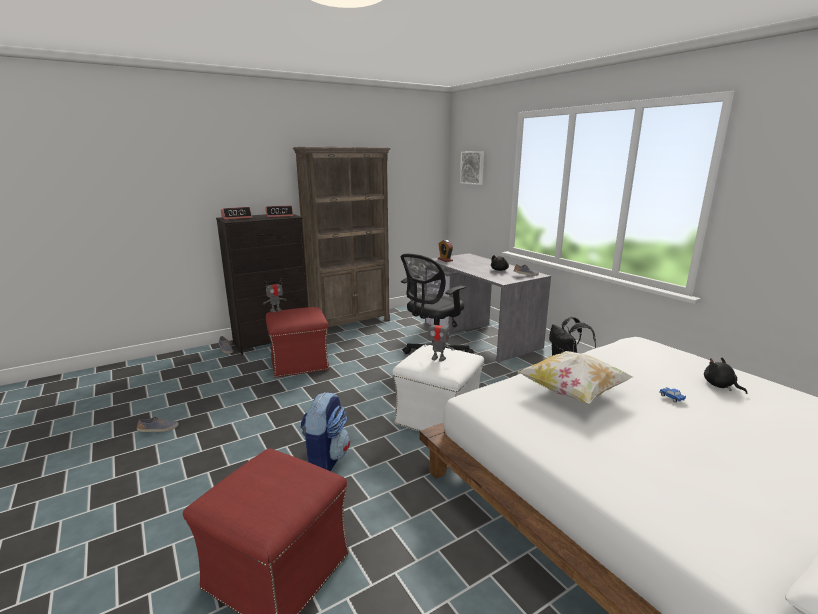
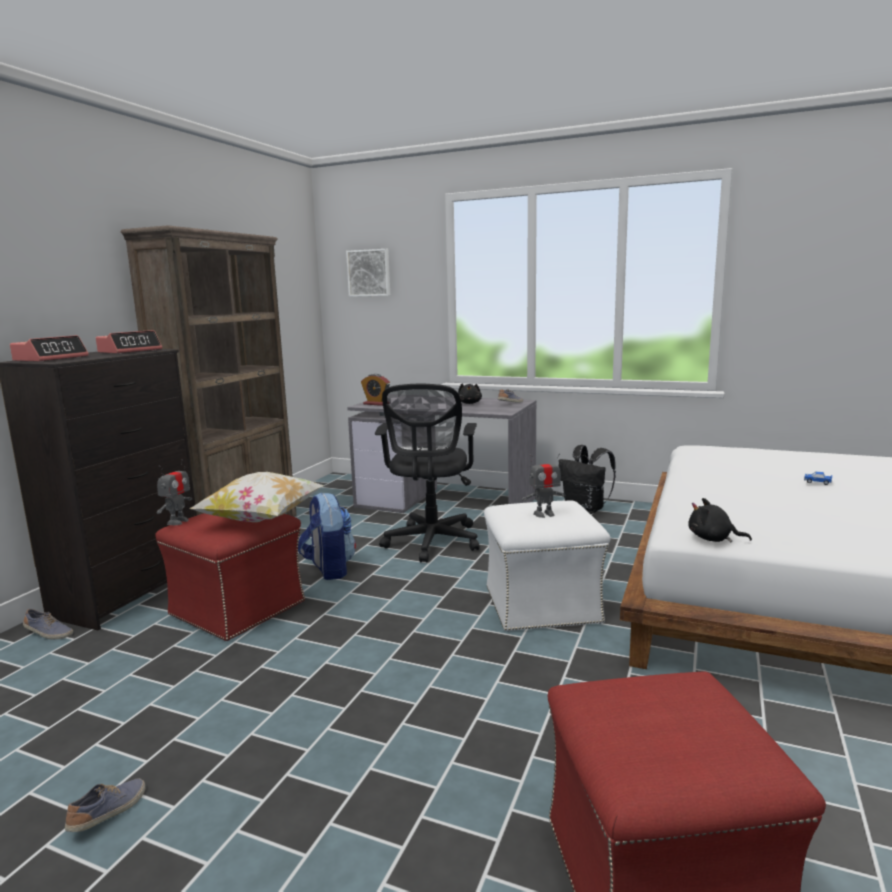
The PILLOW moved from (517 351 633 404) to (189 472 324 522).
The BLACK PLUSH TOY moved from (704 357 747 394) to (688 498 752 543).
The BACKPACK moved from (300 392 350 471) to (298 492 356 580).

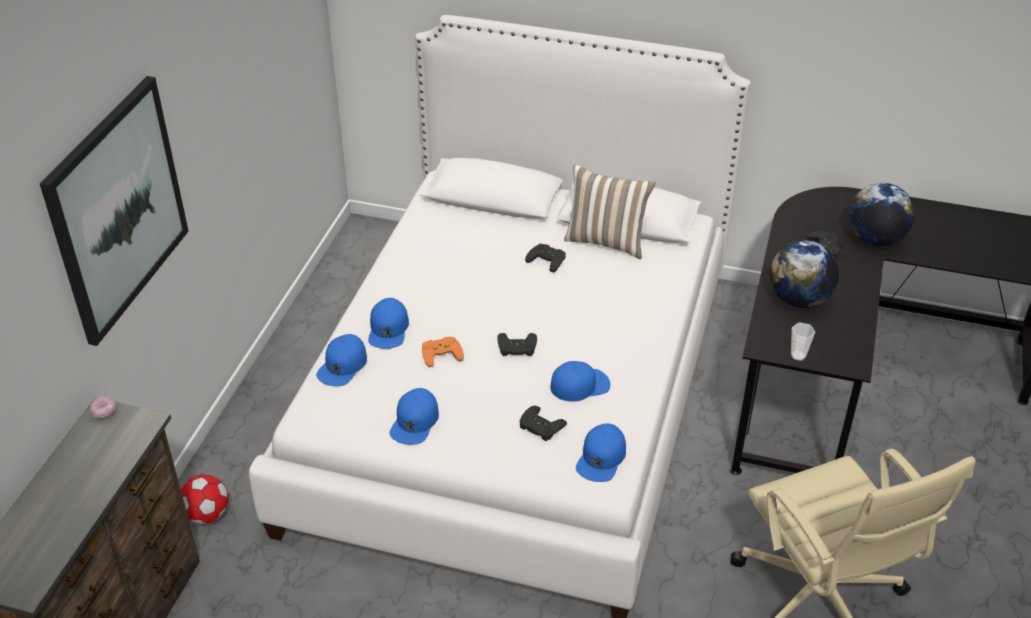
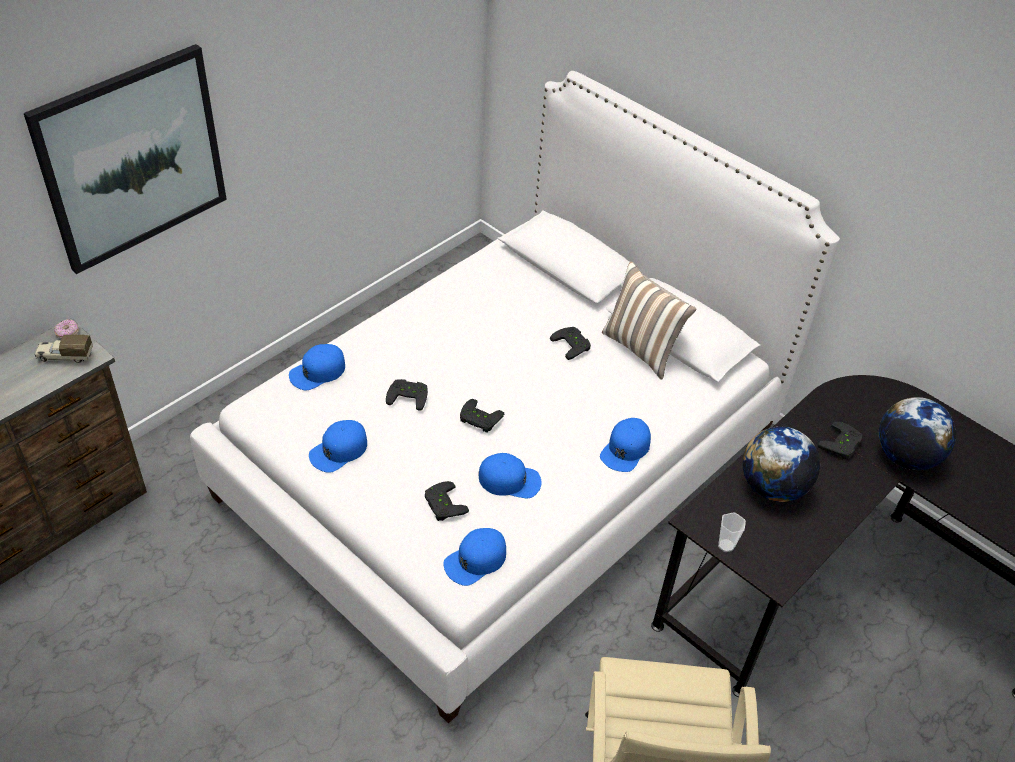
The BLUE CAP moved from (368 298 409 349) to (600 418 651 472).
The ORANGE GAME CONTROLLER at (422 337 464 367) became the BLACK GAME CONTROLLER at (386 379 428 411).
The FOOTBALL at (181 474 228 524) disappeared.
The TOY TRUCK at (34 335 93 363) appeared.

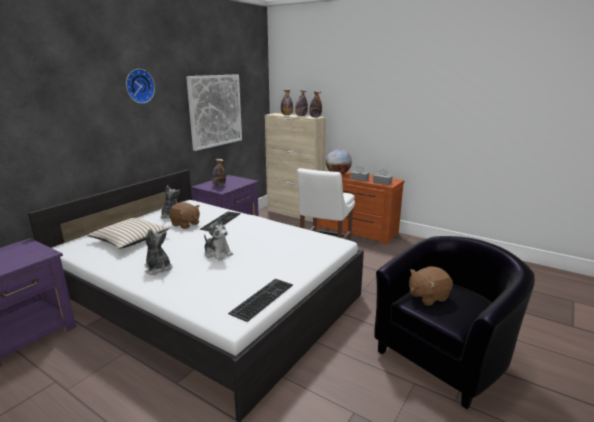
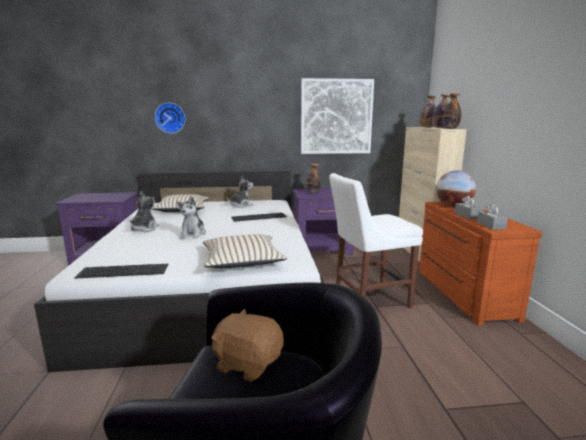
The WALL CLOCK moved from (126 69 155 104) to (155 103 185 133).
The BROWN PLUSH TOY at (169 202 200 229) disappeared.
The BEIGE PILLOW at (203 234 287 268) appeared.

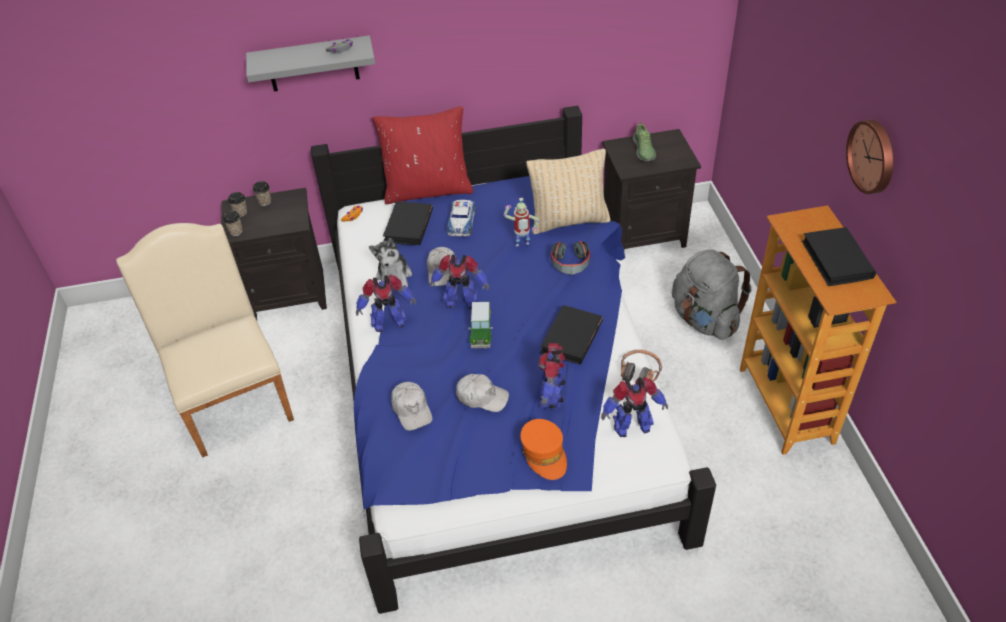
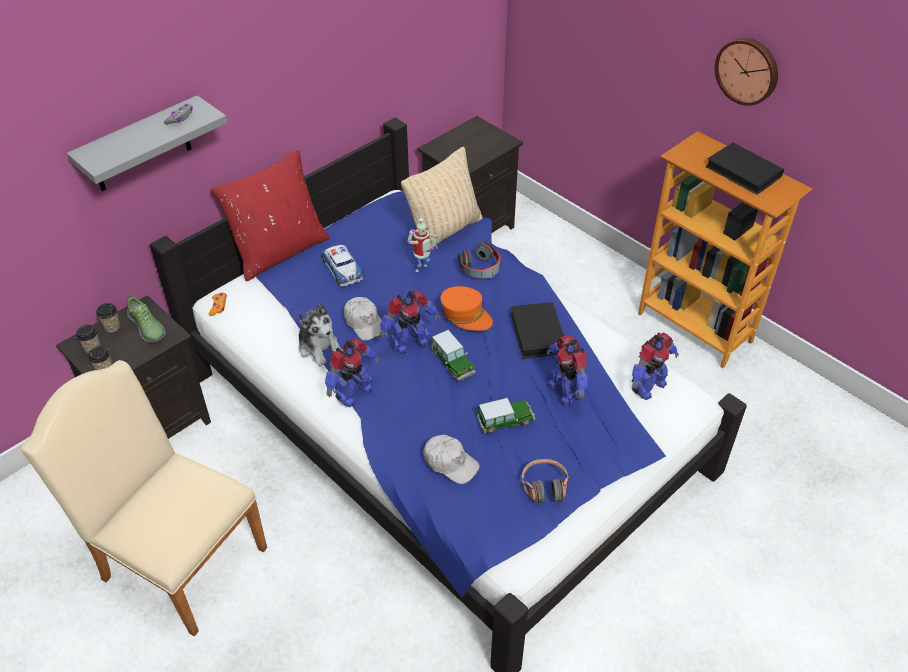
The SHOE moved from (633 122 656 161) to (127 294 165 342).
The BLACK BOOK at (383 201 433 245) disappeared.
The GREY BACKPACK at (672 249 752 340) disappeared.
The HEADPHONES moved from (621 349 662 387) to (521 459 569 504).
The WHITE CAP at (456 374 509 412) was replaced by the TOY CAR at (477 398 536 433).
The ORANGE CAP moved from (520 419 567 480) to (440 286 493 331).

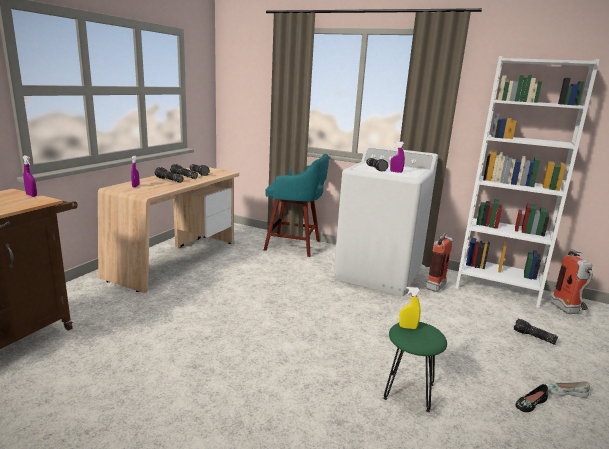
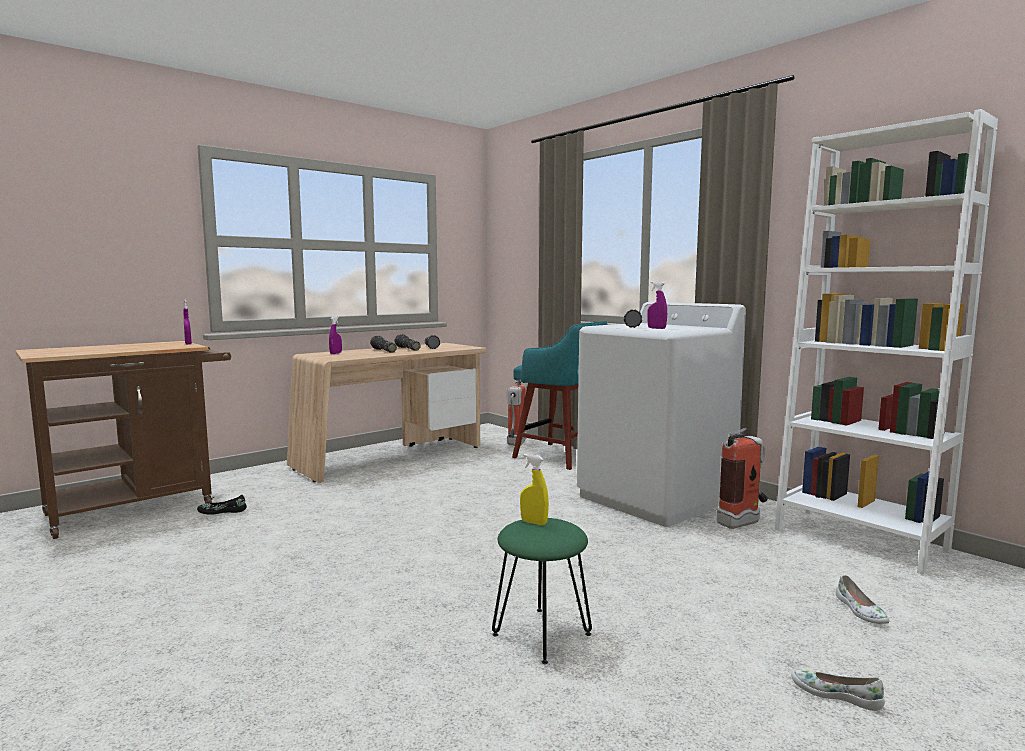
The FIRE EXTINGUISHER moved from (551 249 593 314) to (507 380 527 446).
The FLASHLIGHT at (513 319 558 345) was replaced by the WHITE SHOE at (836 575 890 624).
The BLACK SHOE moved from (516 384 548 412) to (197 495 247 515).

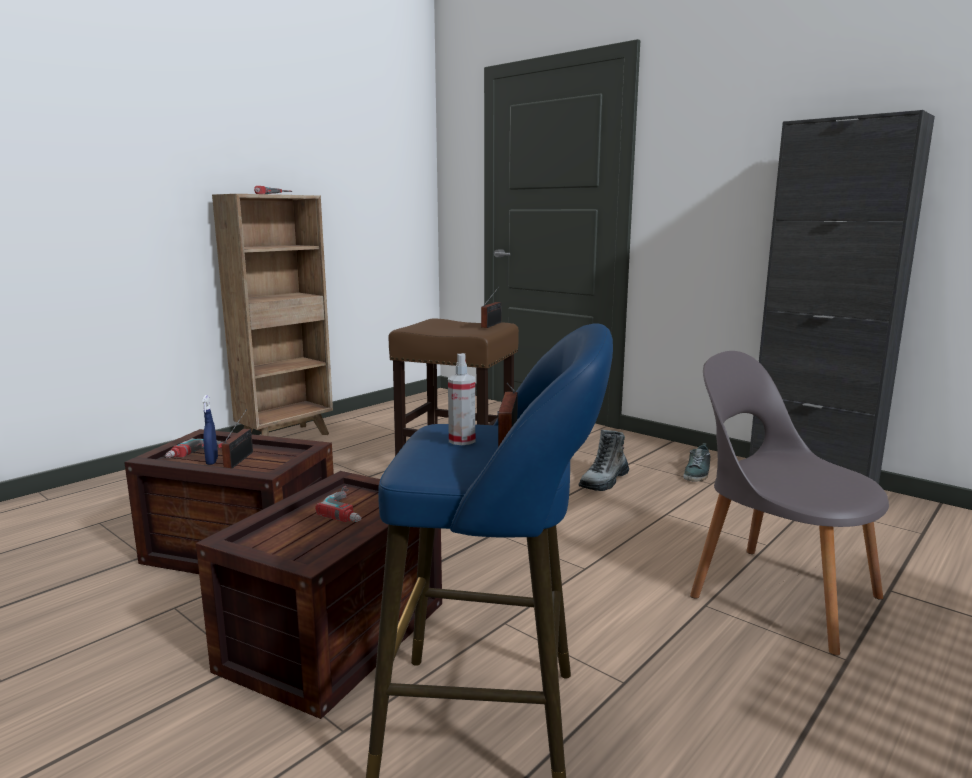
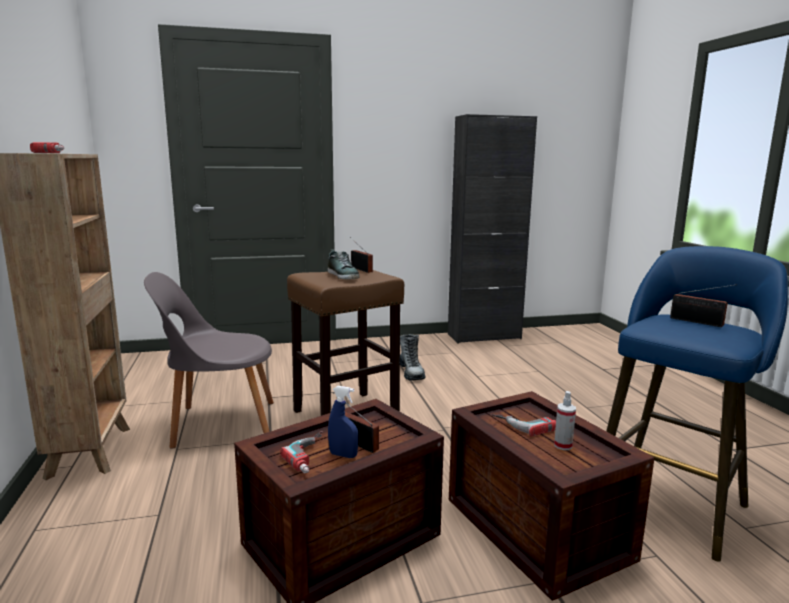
The GREY CHAIR moved from (690 351 889 656) to (144 272 274 449).
The SPRAY BOTTLE moved from (448 353 475 445) to (554 391 576 450).
The SHOE moved from (683 443 711 482) to (328 249 359 279).

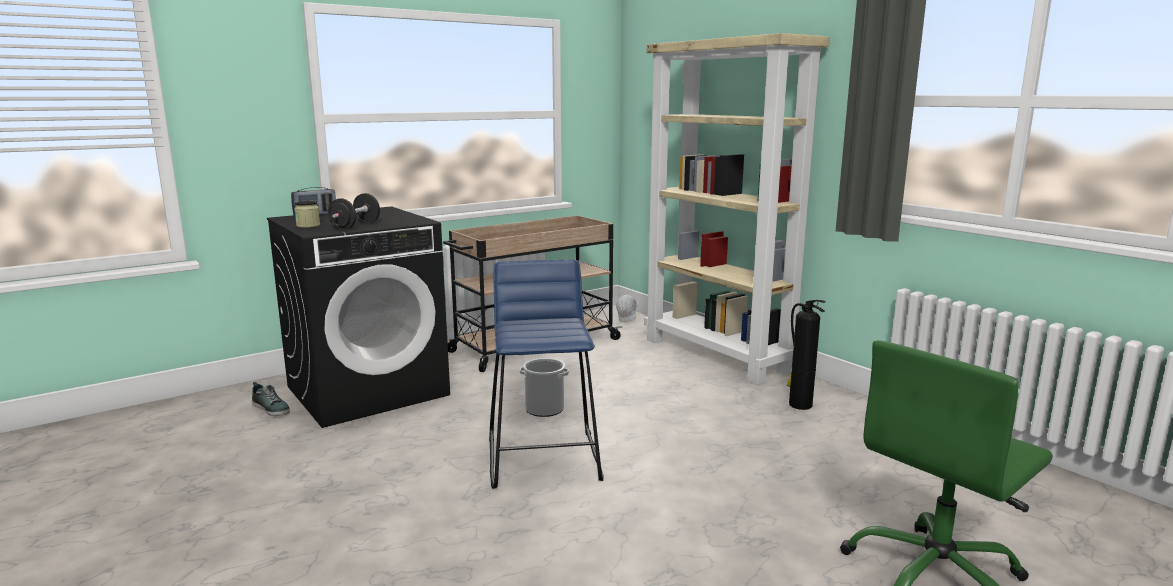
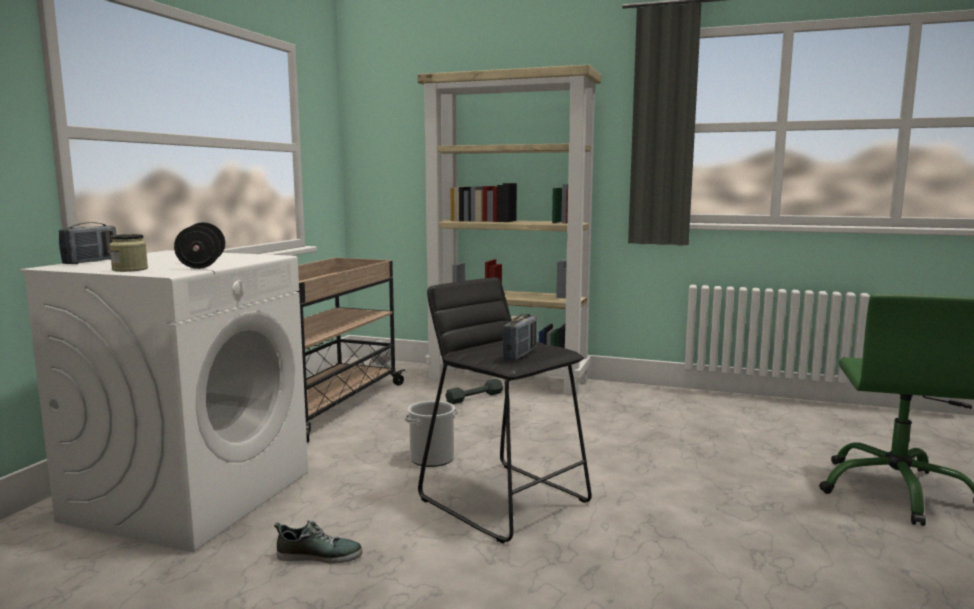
The BLACK WASHING MACHINE at (267 206 450 428) became the WHITE WASHING MACHINE at (19 250 308 552).
The BLUE STOOL at (489 260 604 489) became the BLACK STOOL at (418 277 592 544).
The FIRE EXTINGUISHER at (787 300 826 410) disappeared.
The SHOE moved from (252 382 290 416) to (274 520 363 563).
The RADIO at (502 314 537 360) appeared.
The GREY DUMBBELL at (445 379 503 404) appeared.

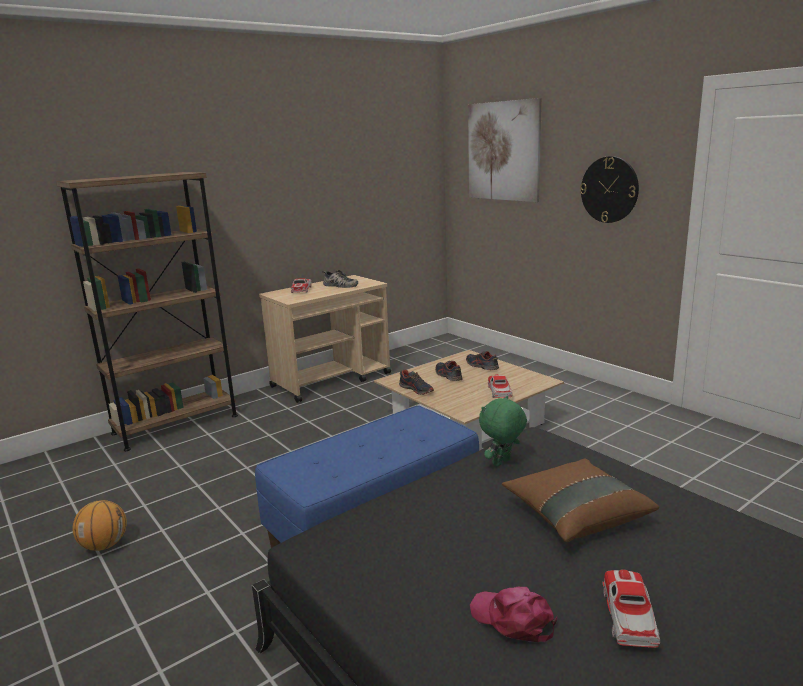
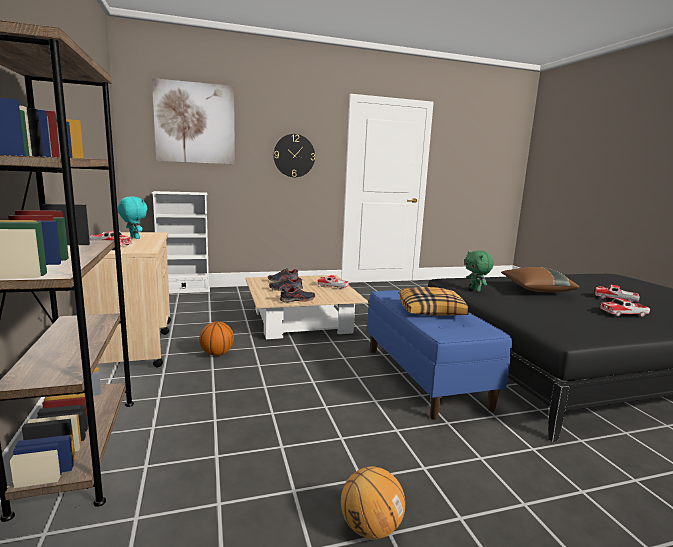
The SHOE at (322 270 358 288) was replaced by the TURQUOISE PLUSH TOY at (118 196 147 239).
The PINK CAP at (470 587 557 642) was replaced by the TOY CAR at (601 298 650 317).
The WHITE BOOKCASE at (152 191 210 294) appeared.
The PILLOW at (399 287 469 316) appeared.
The BASKETBALL at (199 321 234 356) appeared.

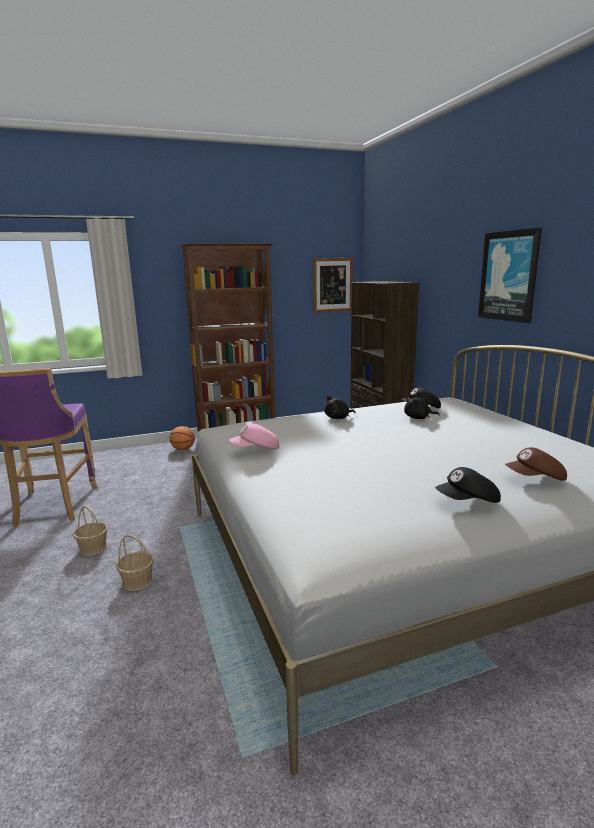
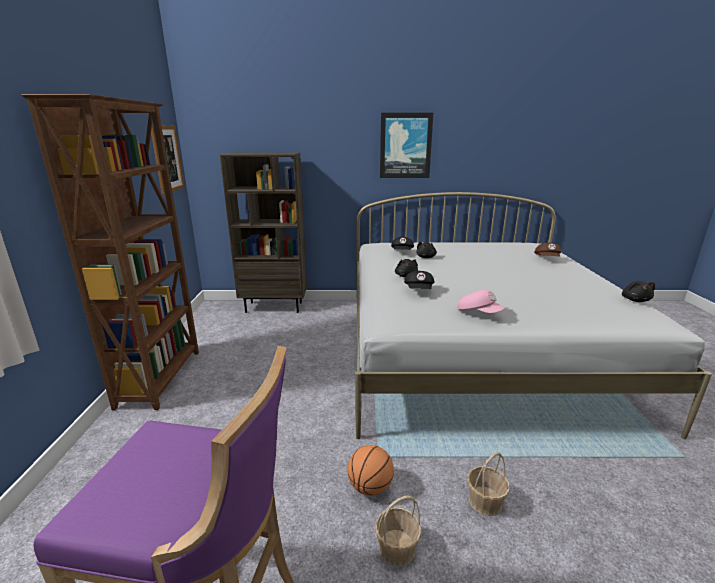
The PINK CAP at (229 423 279 449) turned 45 degrees counterclockwise.
The BASKETBALL moved from (170 426 195 450) to (347 445 394 496).
The BLACK CAP moved from (435 467 501 503) to (404 271 435 289).
The BLACK PLUSH TOY at (622 281 655 302) appeared.

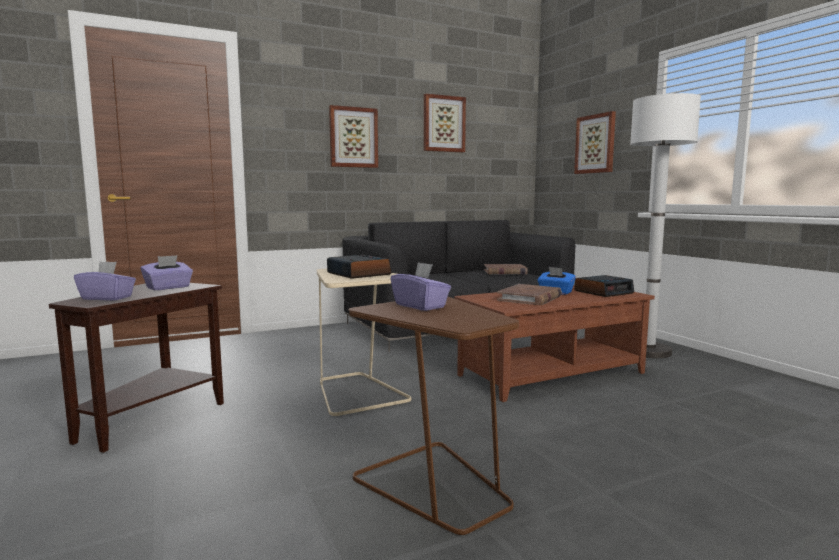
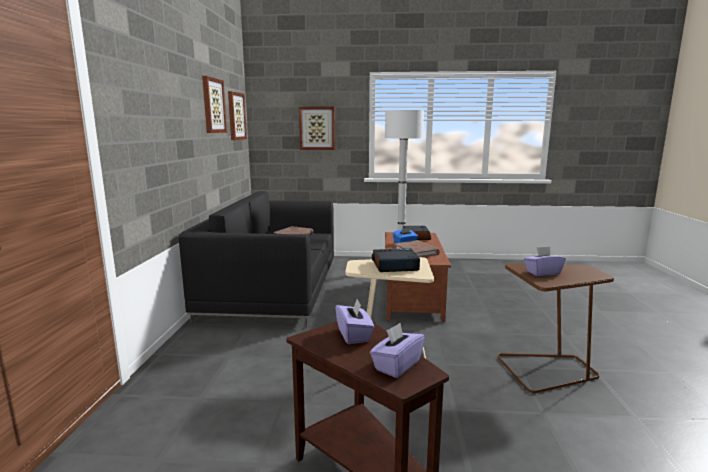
The PICTURE moved from (329 105 378 168) to (228 91 247 140).

